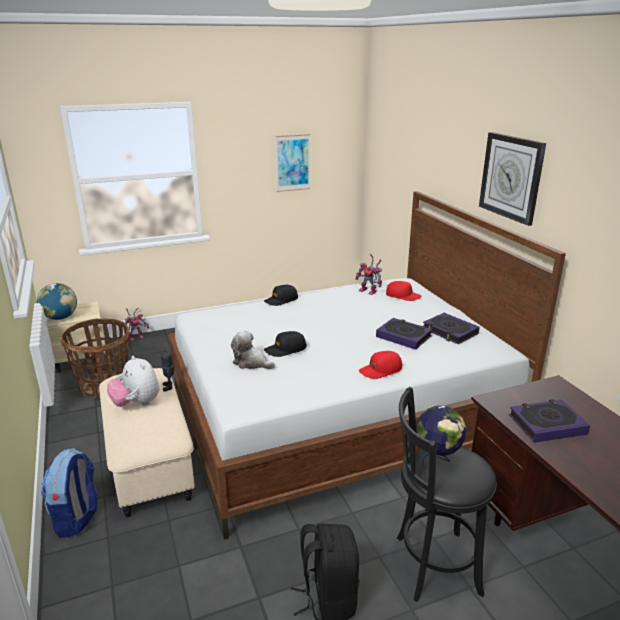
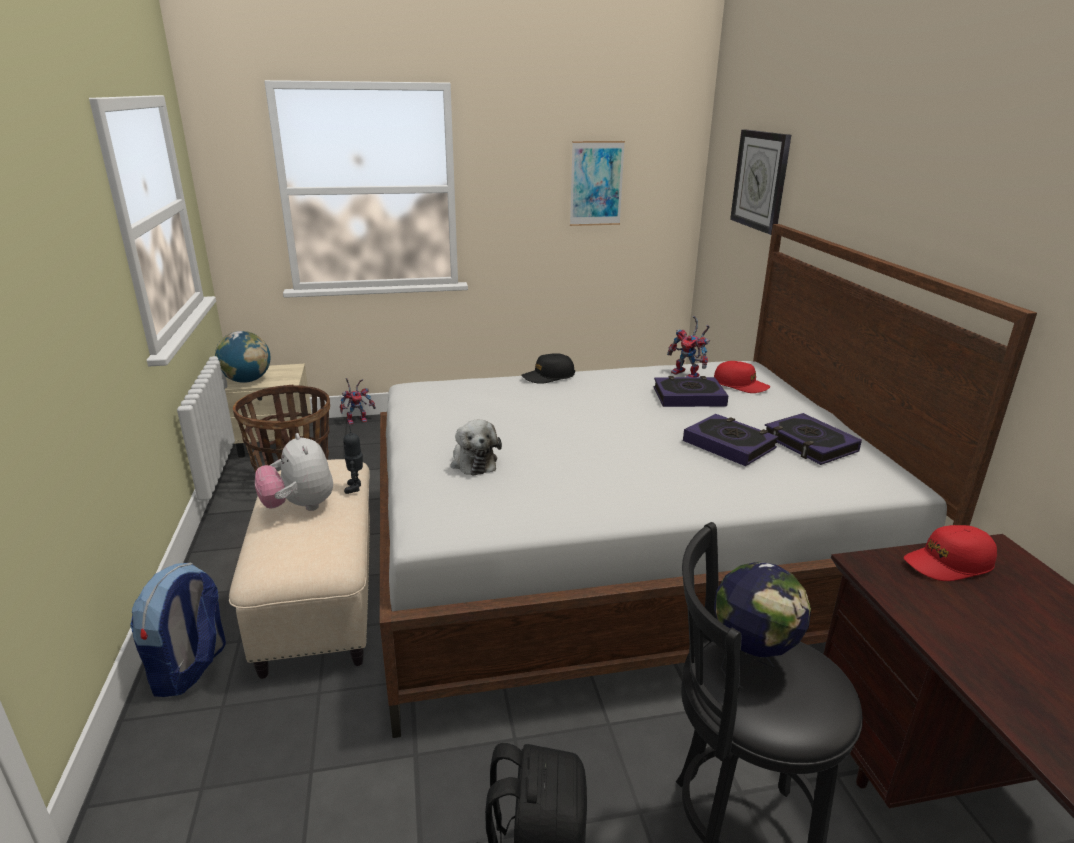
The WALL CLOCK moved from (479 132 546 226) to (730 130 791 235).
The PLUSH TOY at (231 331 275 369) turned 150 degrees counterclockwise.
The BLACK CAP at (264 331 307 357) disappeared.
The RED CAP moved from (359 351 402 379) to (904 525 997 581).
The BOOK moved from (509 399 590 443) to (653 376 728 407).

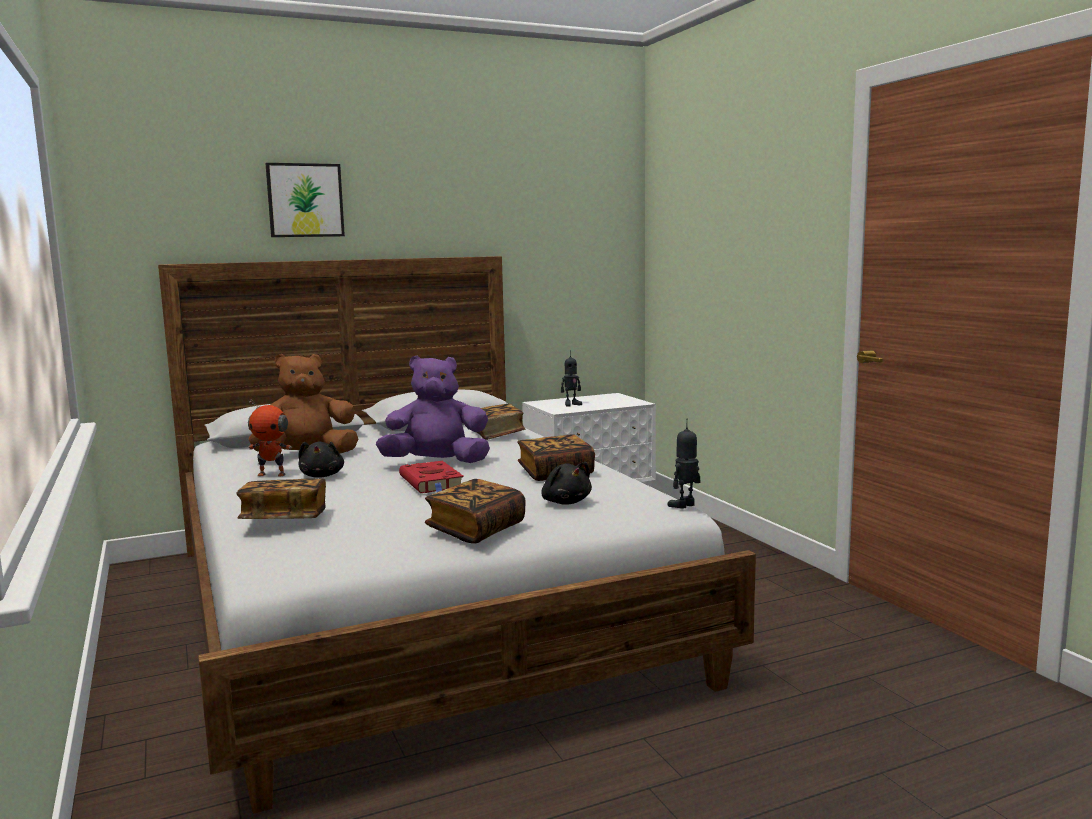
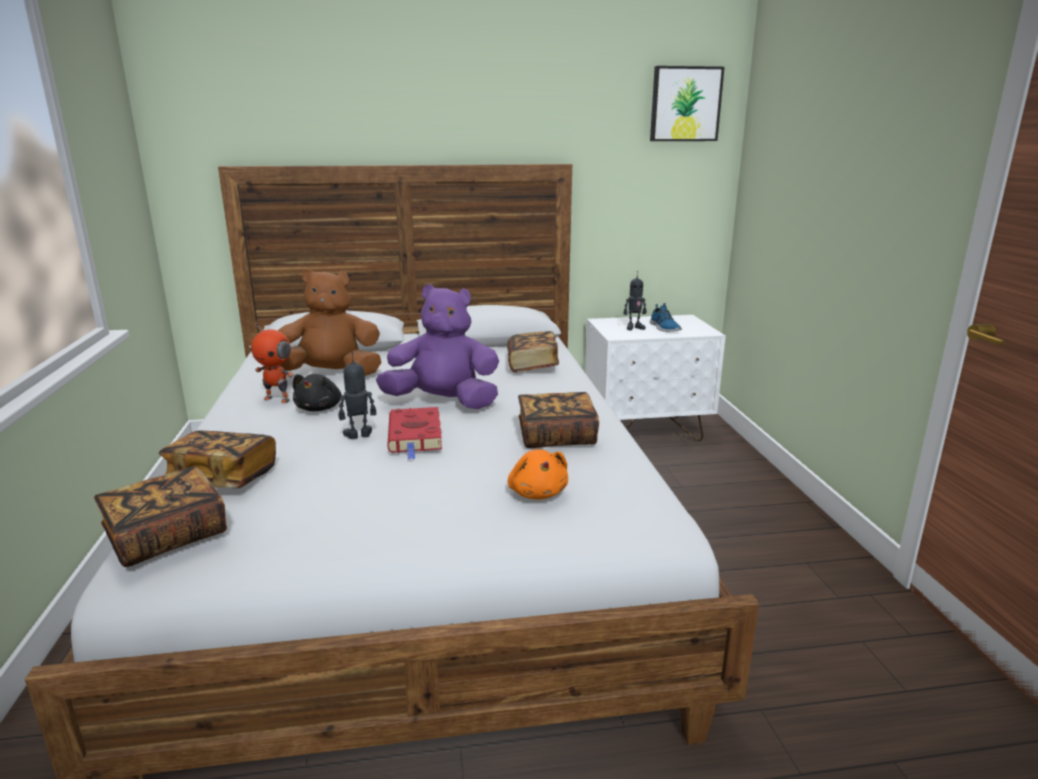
The PICTURE moved from (265 163 345 237) to (650 66 725 141).
The TOY ROBOT moved from (668 419 701 509) to (339 352 376 439).
The BLACK PLUSH TOY at (541 462 592 505) became the ORANGE PLUSH TOY at (508 449 568 500).
The BOOK moved from (425 479 526 544) to (94 467 227 567).
The SHOE at (650 303 682 332) appeared.

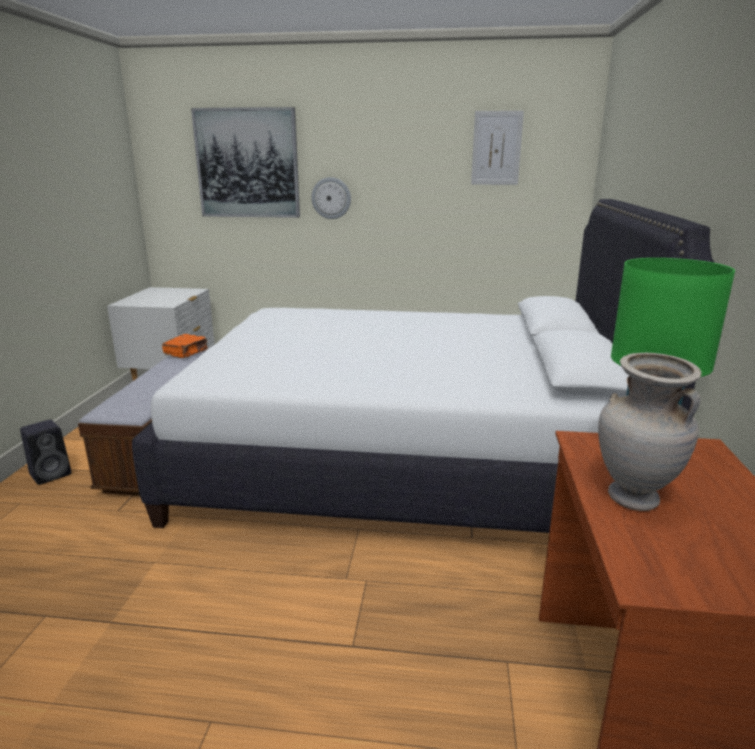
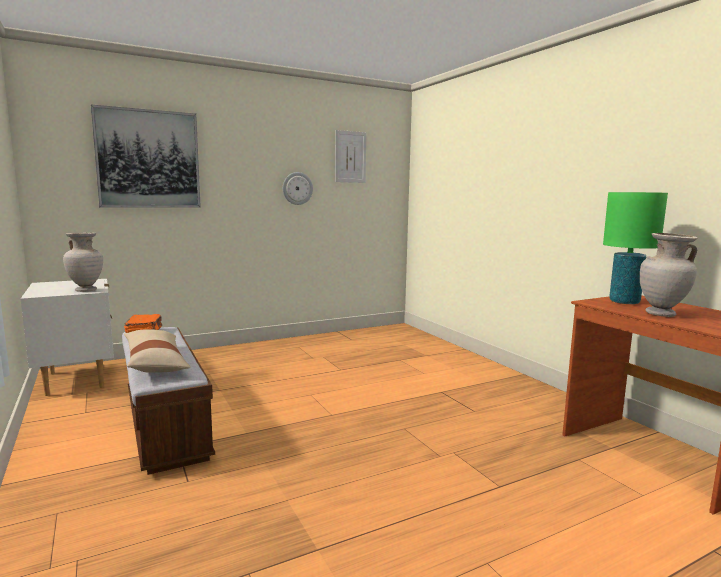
The WALL CLOCK moved from (311 177 351 219) to (283 172 313 205).
The WHITE BED at (132 199 715 533) disappeared.
The BLACK SPEAKER at (20 420 71 485) disappeared.
The BEIGE VASE at (63 233 103 292) appeared.
The BEIGE PILLOW at (124 329 190 373) appeared.

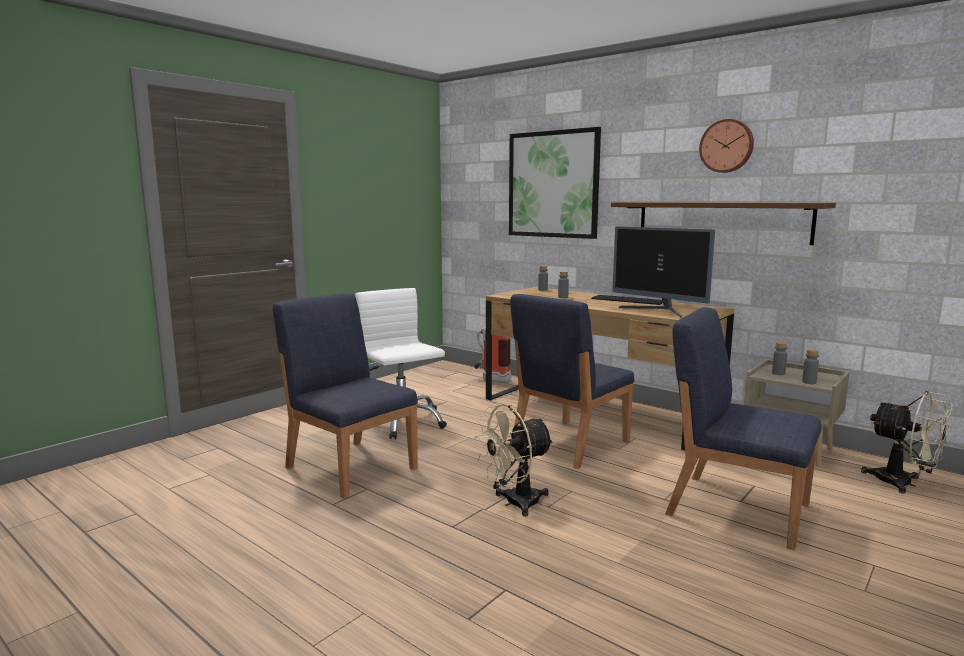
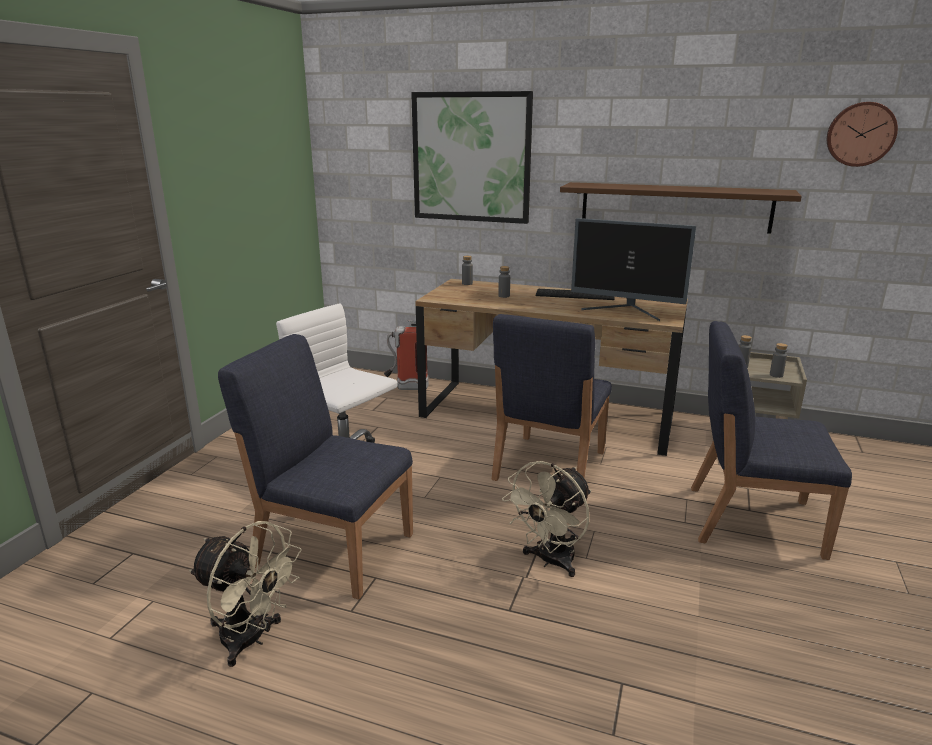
The WALL CLOCK moved from (699 119 754 173) to (827 102 898 167).
The BEIGE FAN moved from (861 391 953 493) to (189 521 302 667).

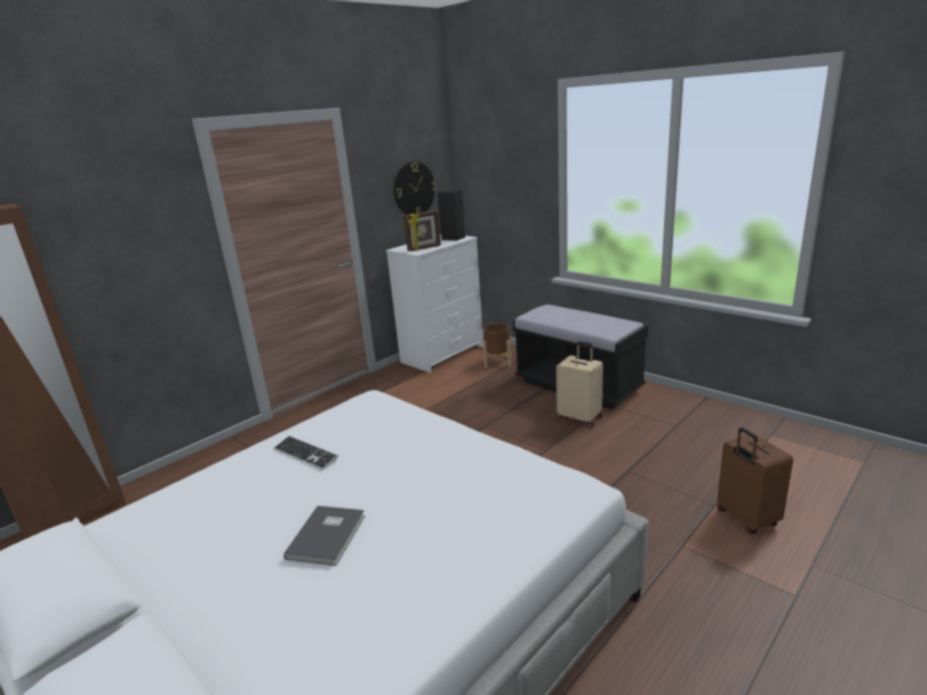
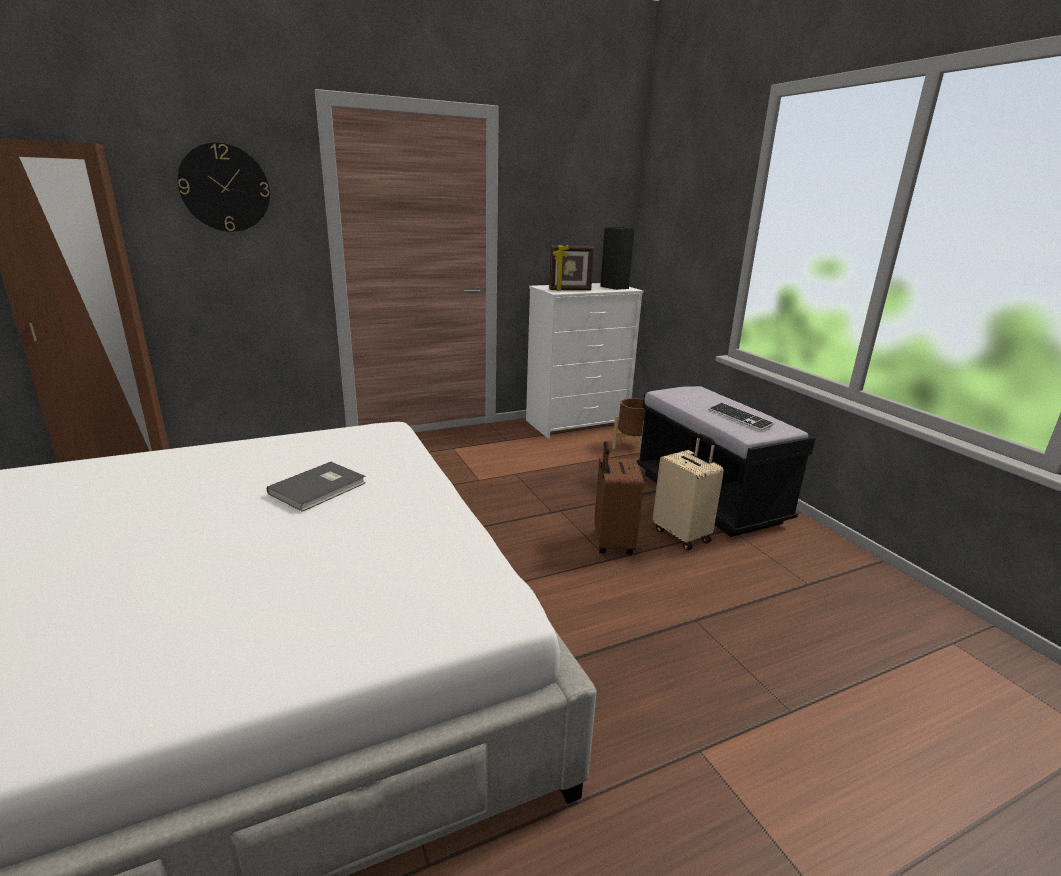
The WALL CLOCK moved from (394 161 436 215) to (178 142 270 232).
The BROWN SUITCASE moved from (717 427 793 534) to (594 441 644 554).
The KEYBOARD moved from (273 436 338 470) to (709 403 775 431).
The GREY BOOK moved from (284 506 365 566) to (267 462 366 512).

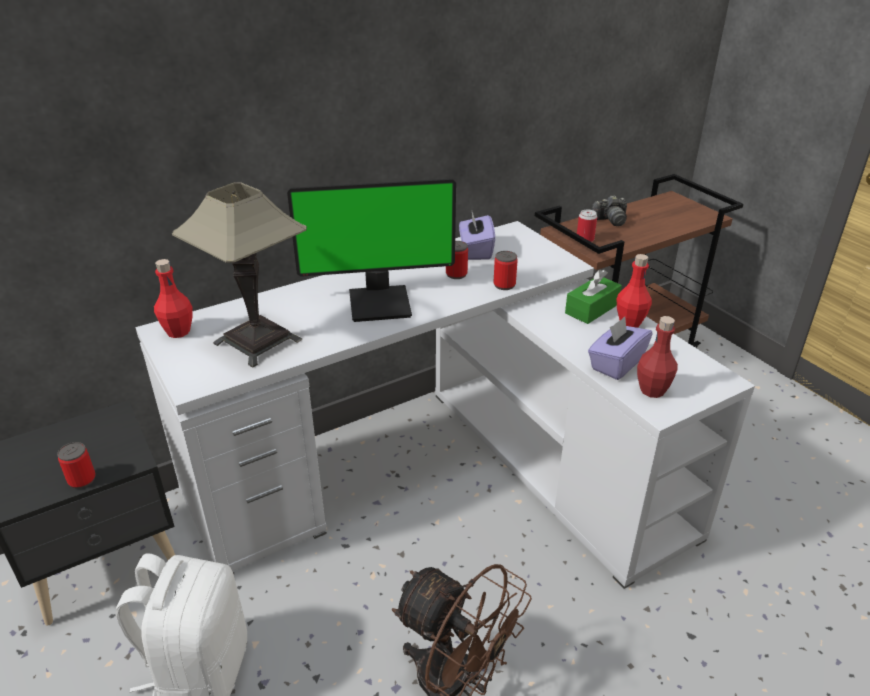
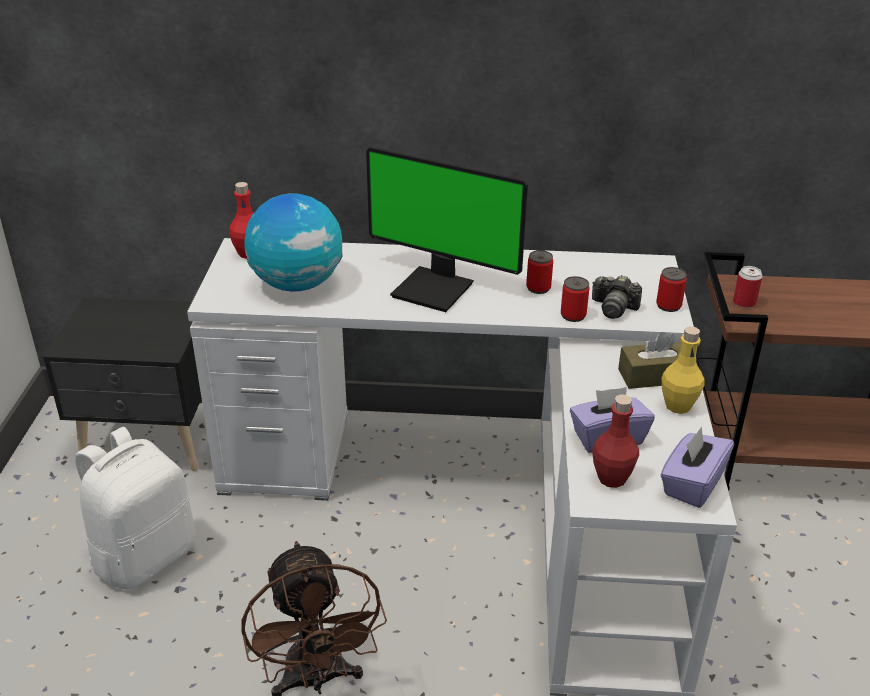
The TABLE LAMP at (172 182 307 368) was replaced by the GLOBE at (244 193 343 292).
The PHOTO CAMERA moved from (592 195 627 226) to (592 275 642 319).
The PURPLE TISSUE BOX moved from (459 212 495 260) to (661 427 734 508).
The RED BOTTLE at (617 254 652 328) became the YELLOW BOTTLE at (661 326 704 414).
The GREEN TISSUE BOX at (565 269 622 324) became the BROWN TISSUE BOX at (618 332 682 389).
The CAN moved from (57 442 96 489) to (656 267 687 312).

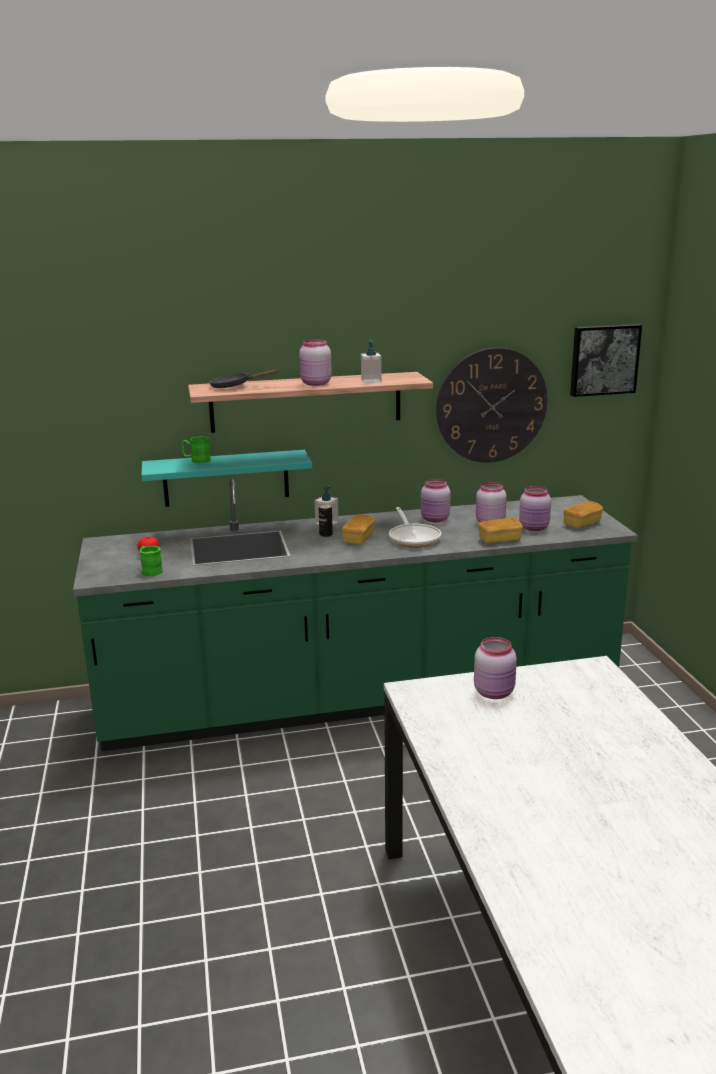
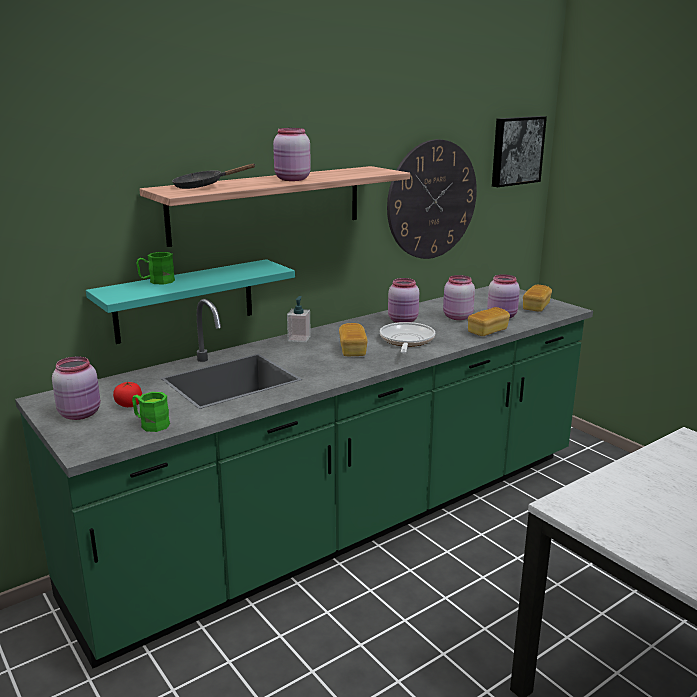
The SOAP DISPENSER at (361 340 382 383) disappeared.
The CAN at (319 504 333 537) disappeared.
The FRYING PAN at (389 507 441 547) turned 135 degrees counterclockwise.
The PINK JAR moved from (474 637 517 699) to (52 356 100 420).

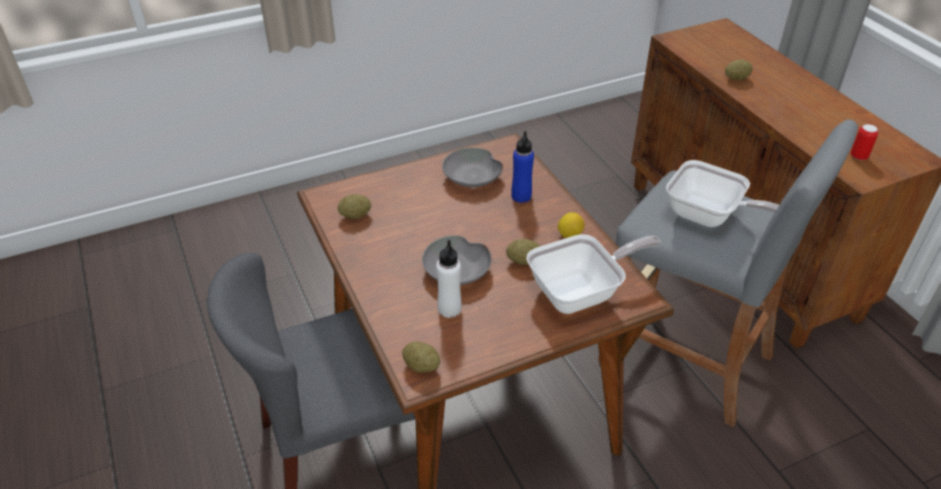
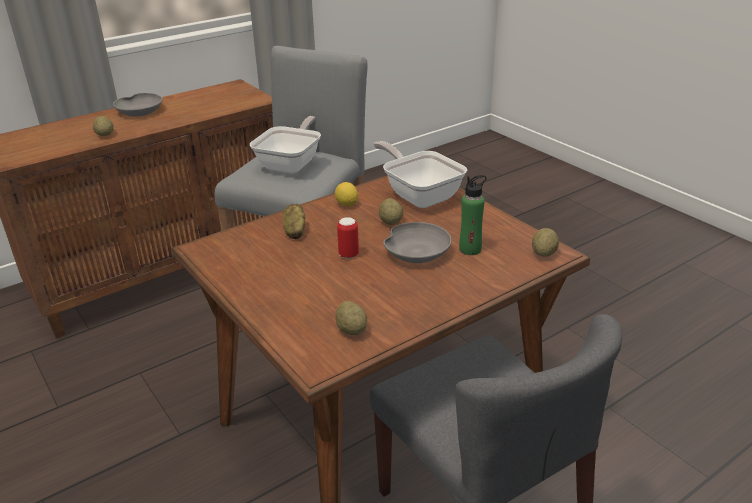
The CAN moved from (851 124 878 160) to (337 217 359 259).
The BLUE BOTTLE at (511 131 534 203) was replaced by the POTATO at (283 204 305 239).
The GREY BOWL moved from (442 148 503 187) to (113 93 163 117).
The WHITE BOTTLE at (436 240 462 318) became the GREEN BOTTLE at (459 175 487 255).

